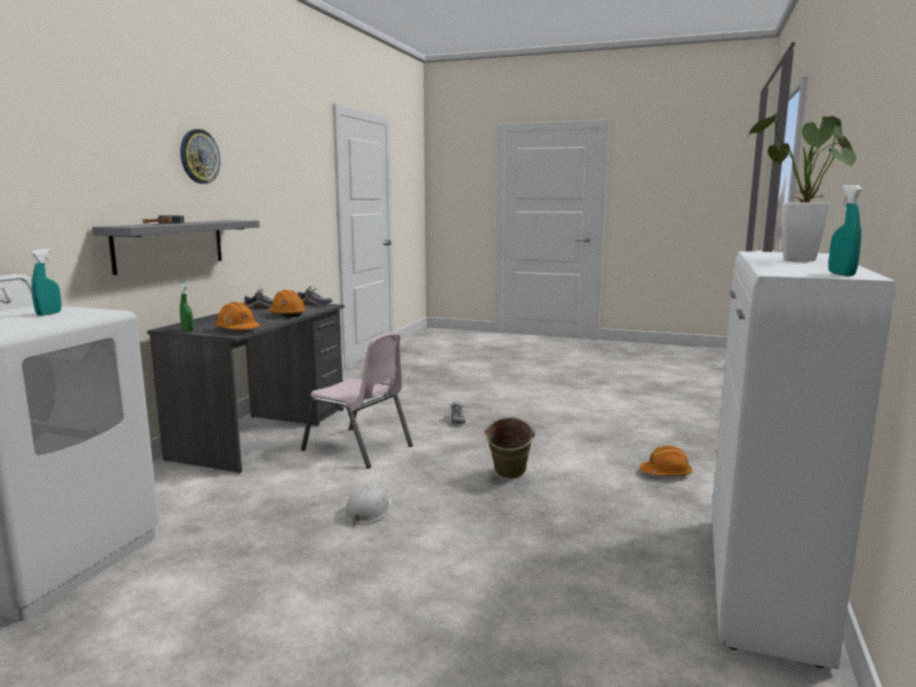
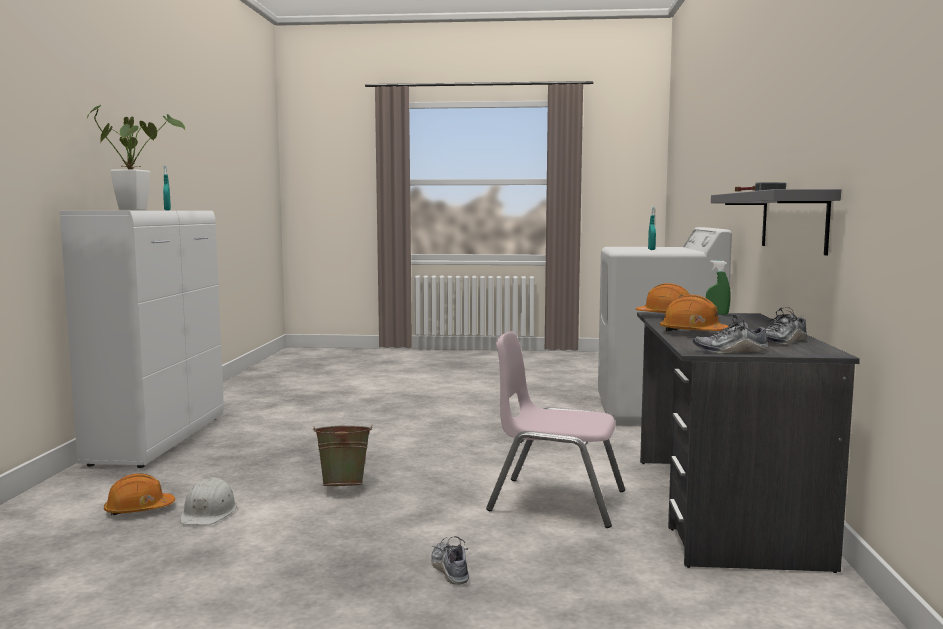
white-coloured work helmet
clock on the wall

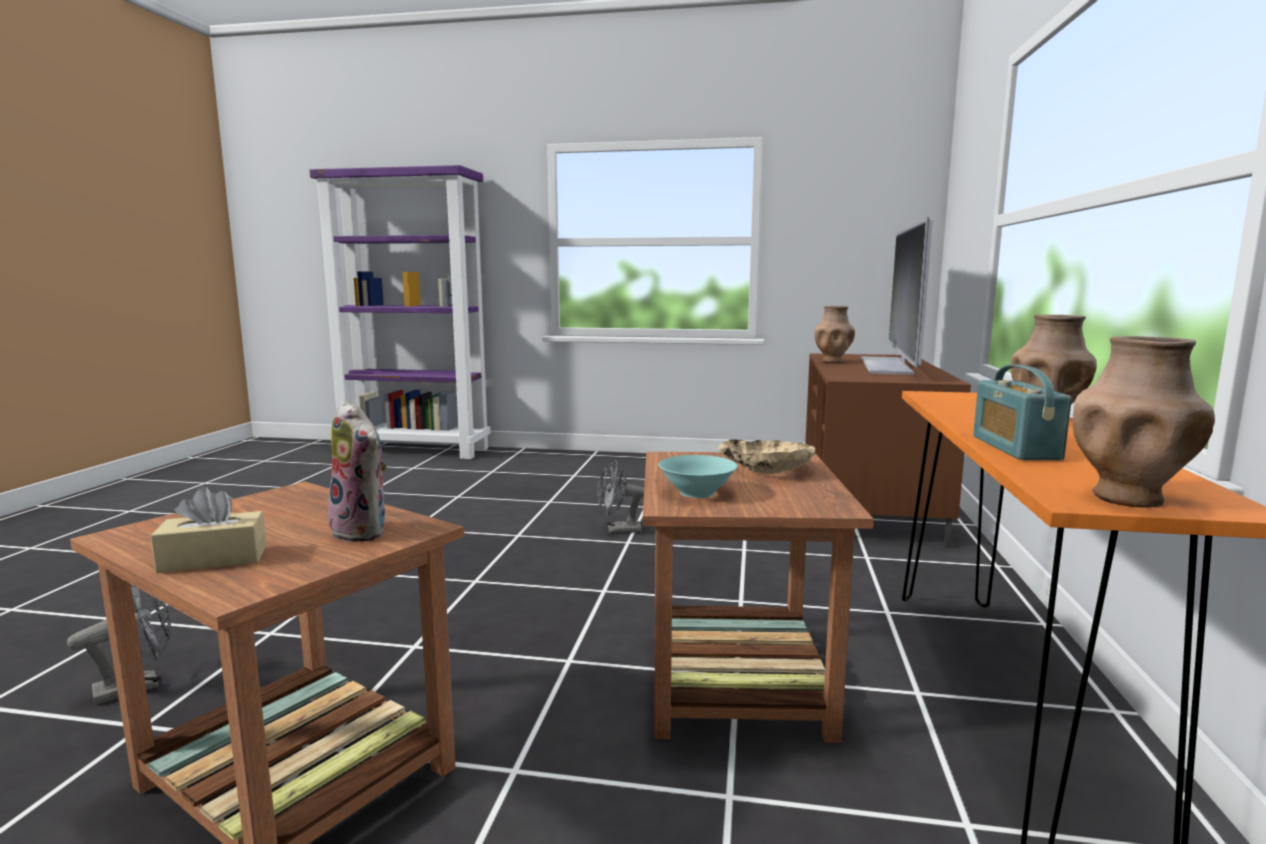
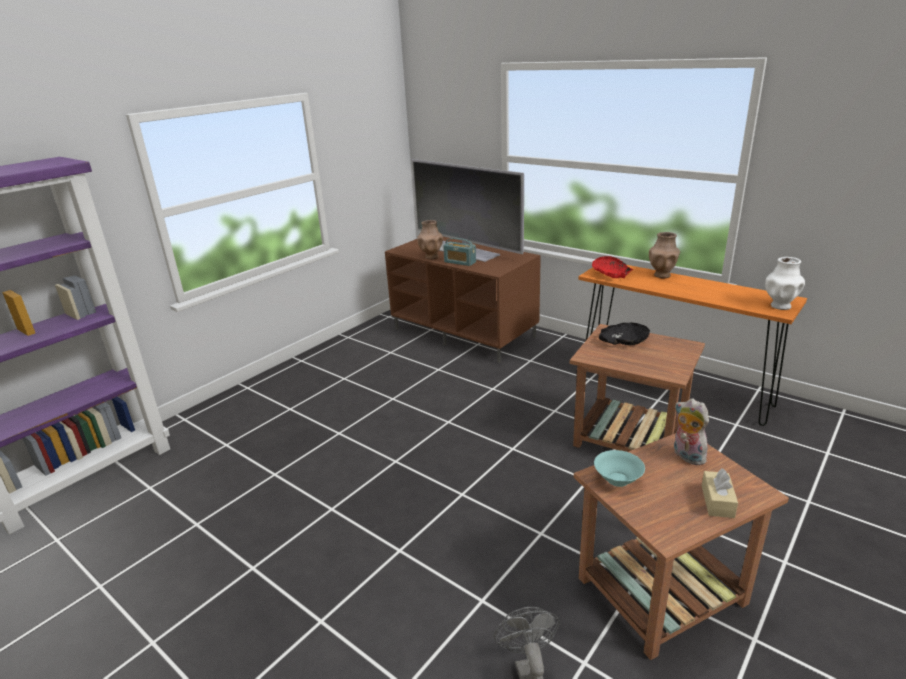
radio receiver
reddish deep dish
turquoise deep dish
black deep dish
cuddly toy
white-coloured flower vase
greyish fan (no. 2 from left in the first image)

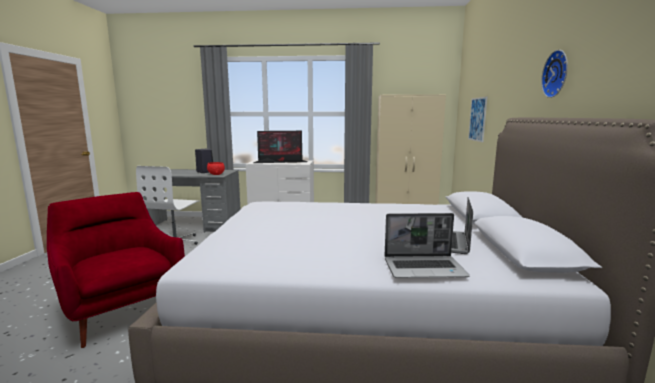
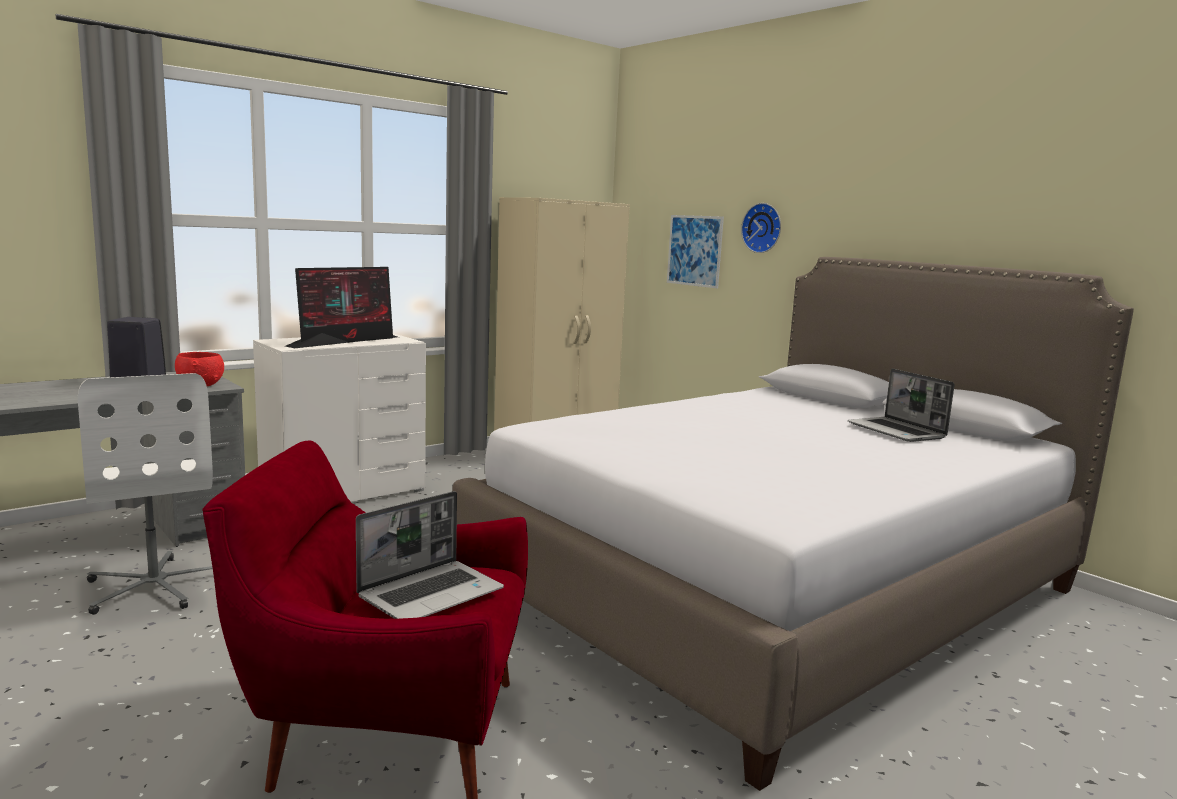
notebook computer (no. 1 from left)
clock on the wall

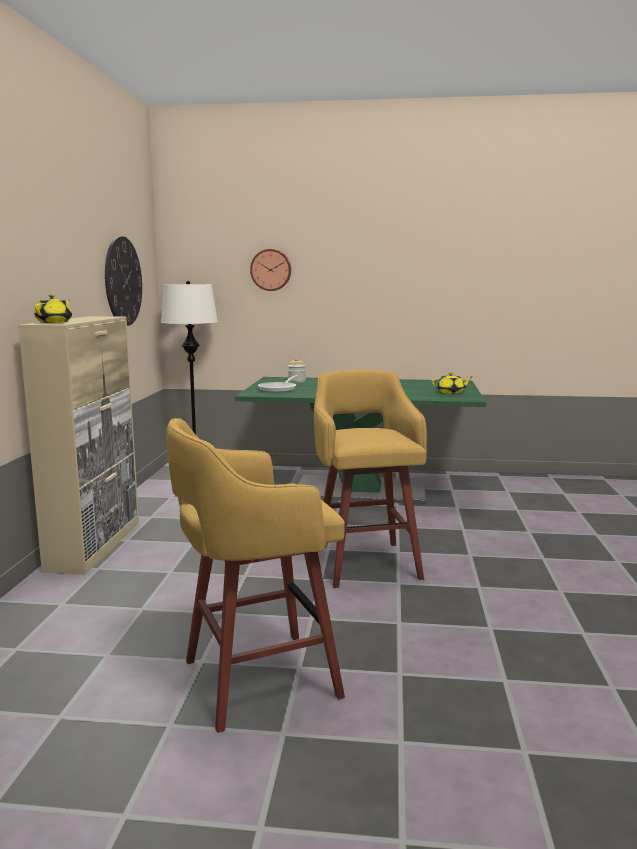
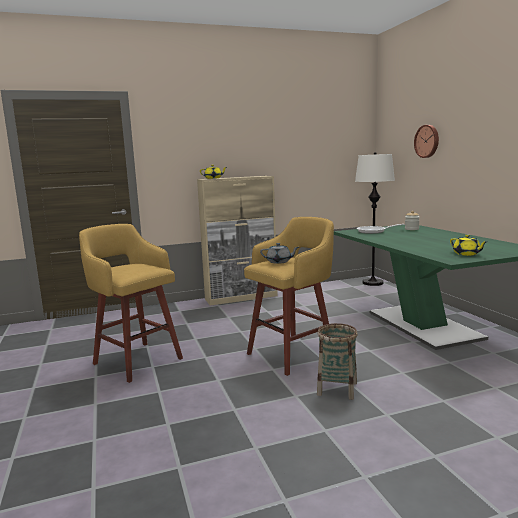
greyish pot for tea
storage basket
clock on the wall (no. 1 from left in the first image)

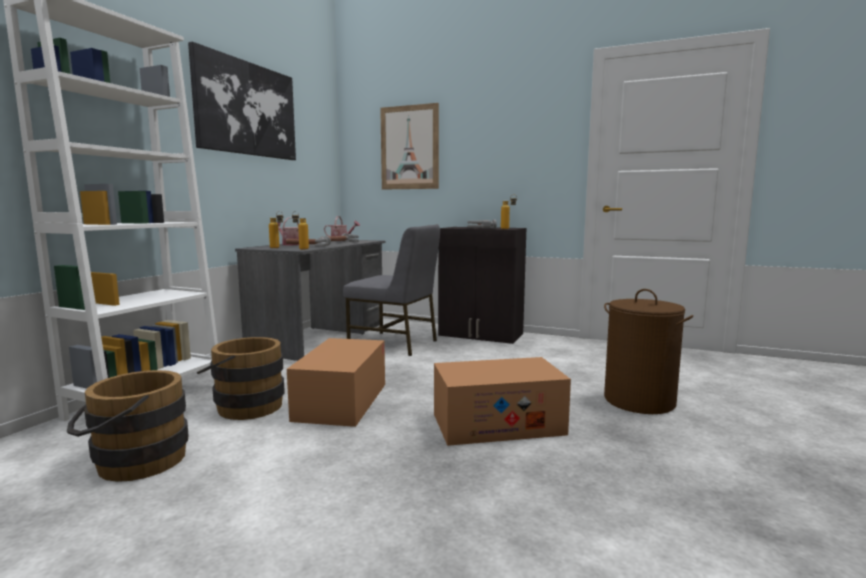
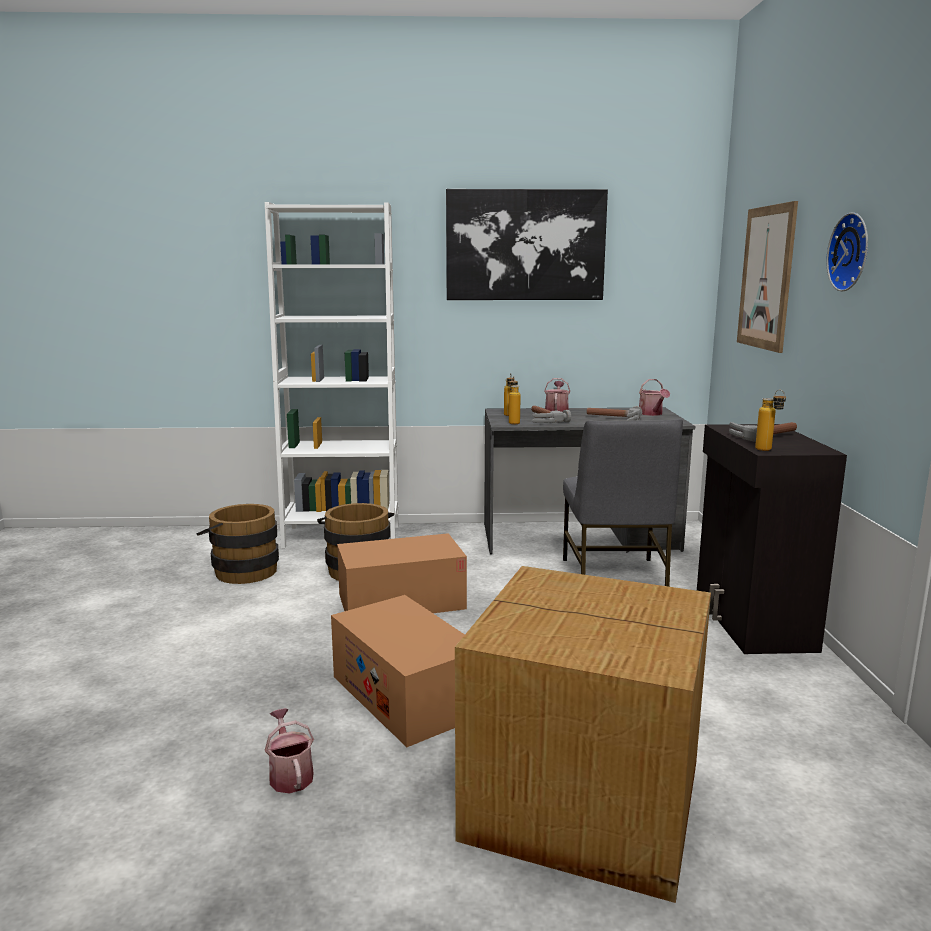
watering pot (no. 1 from left)
carton (no. 3 from left)
clock on the wall

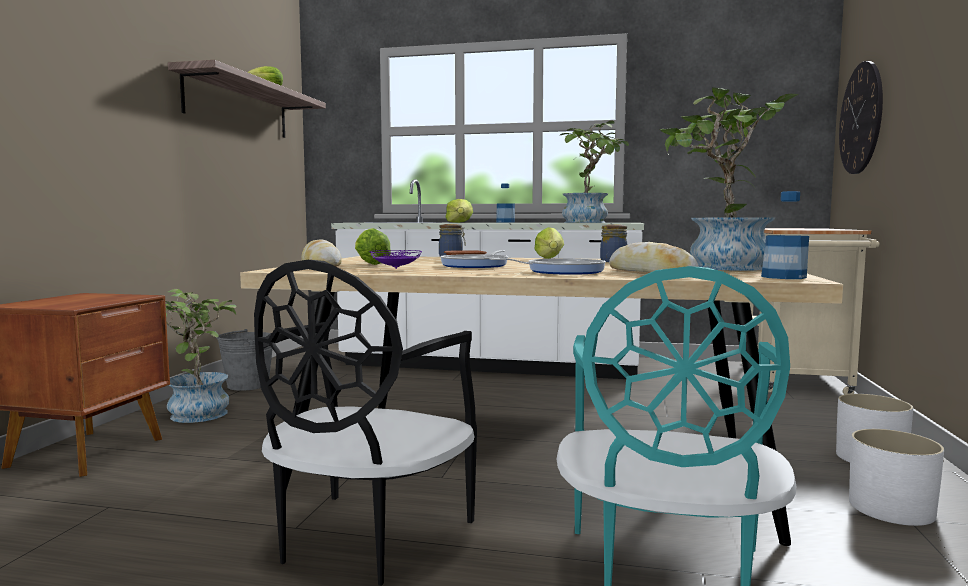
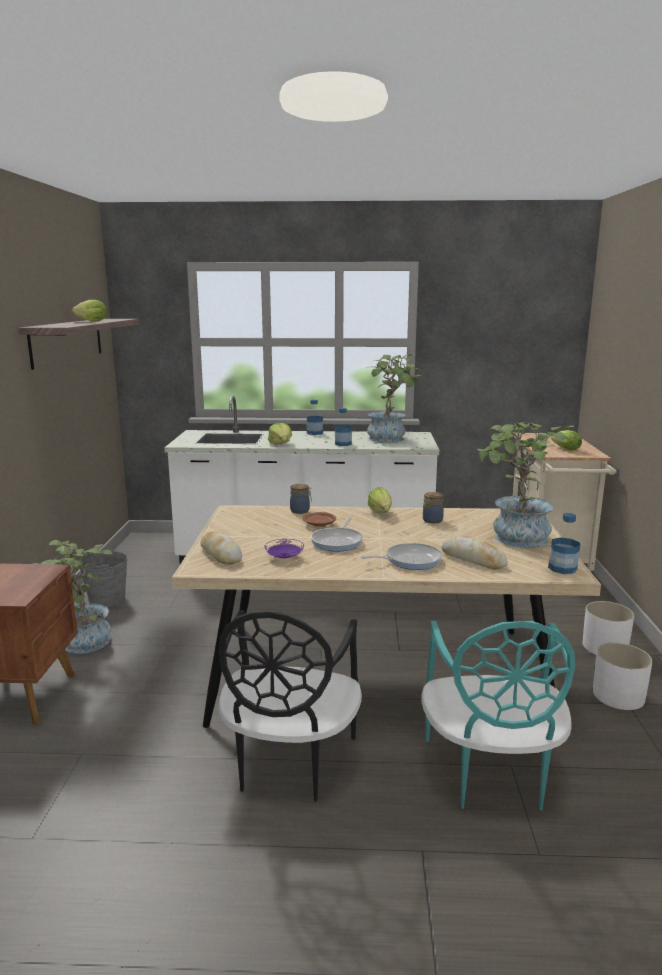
beverage bottle (no. 2 from left)
lettuce head (no. 4 from left)
clock on the wall

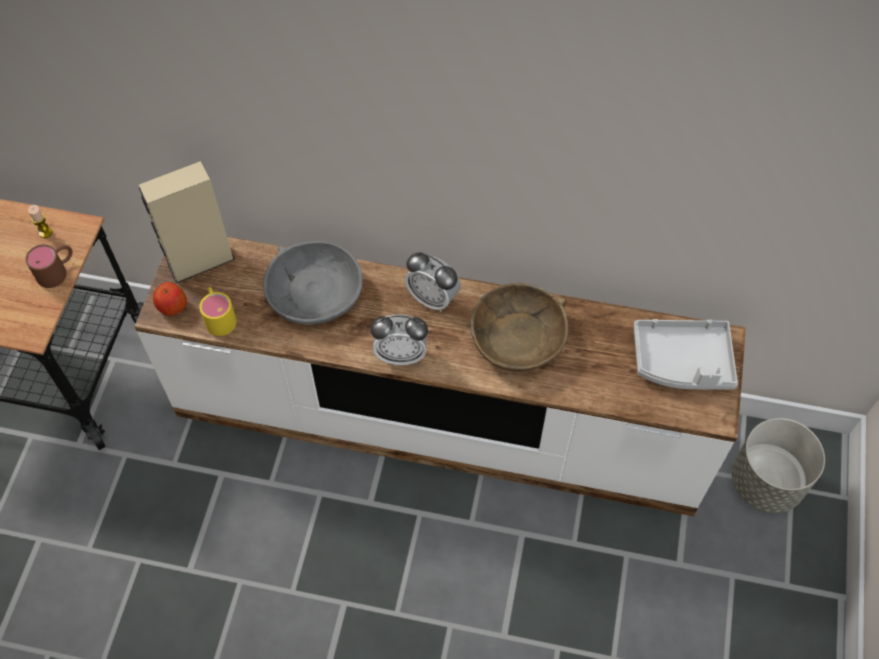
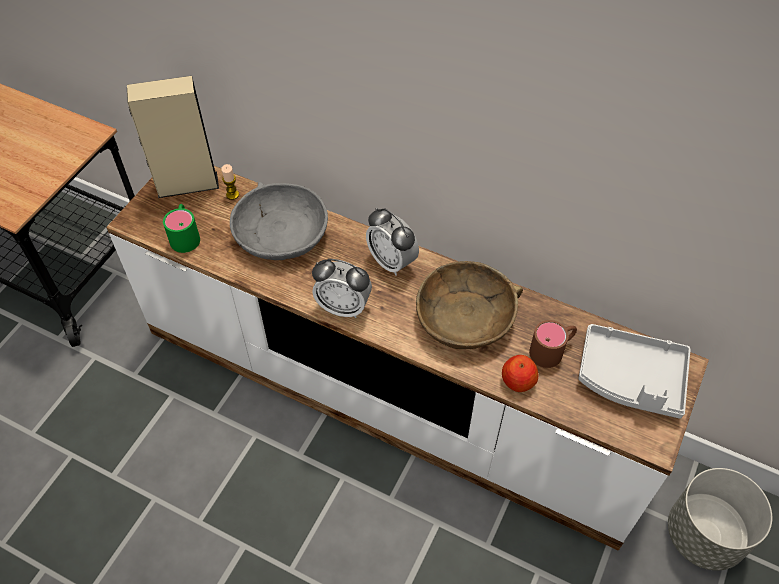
greenish mug
wax candle
apple fruit
brownish mug

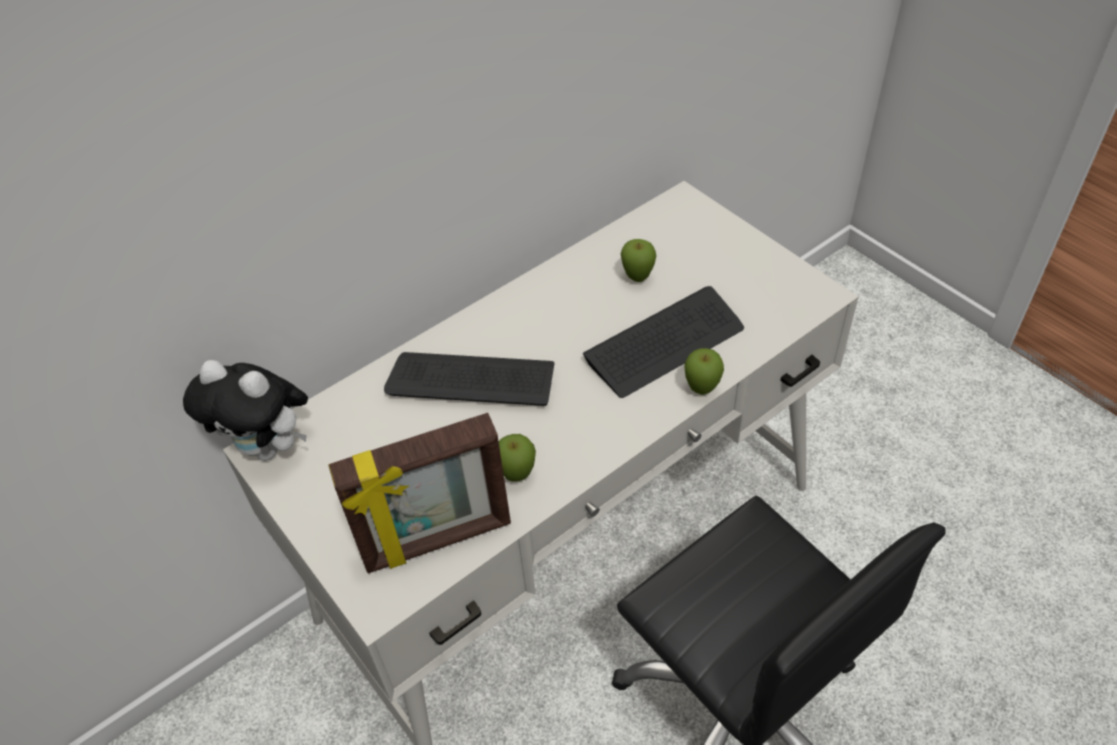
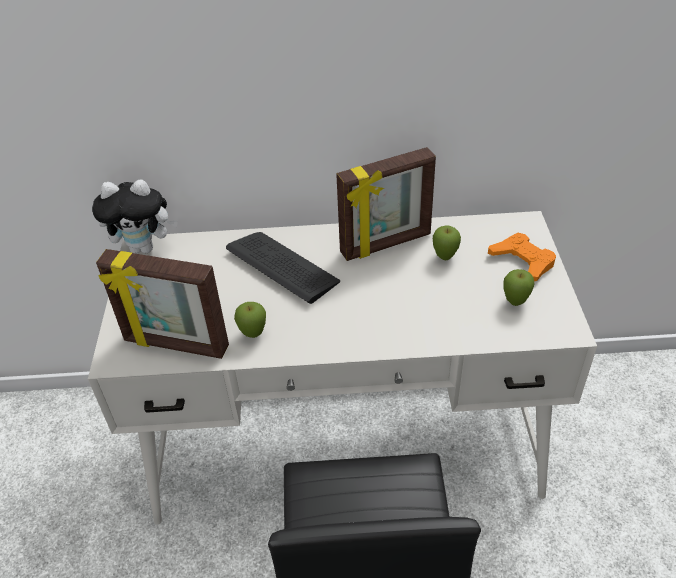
cuddly toy
picture frame (no. 2 from left)
orange-coloured gamepad
apple fruit (no. 3 from left)
keyboard (no. 2 from left in the first image)

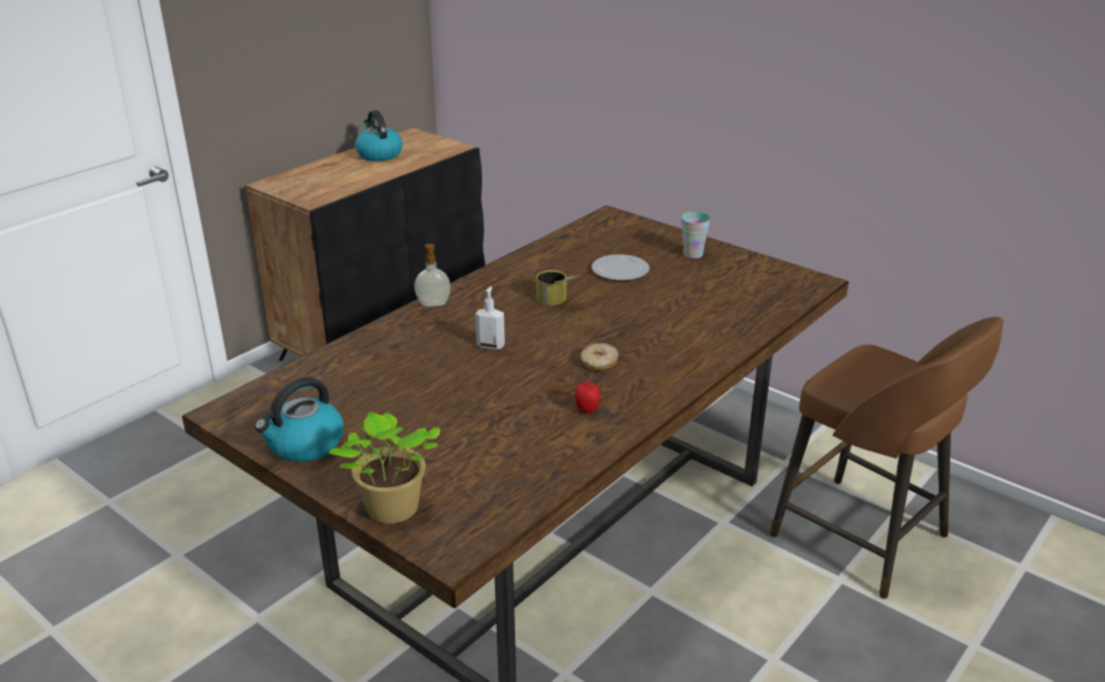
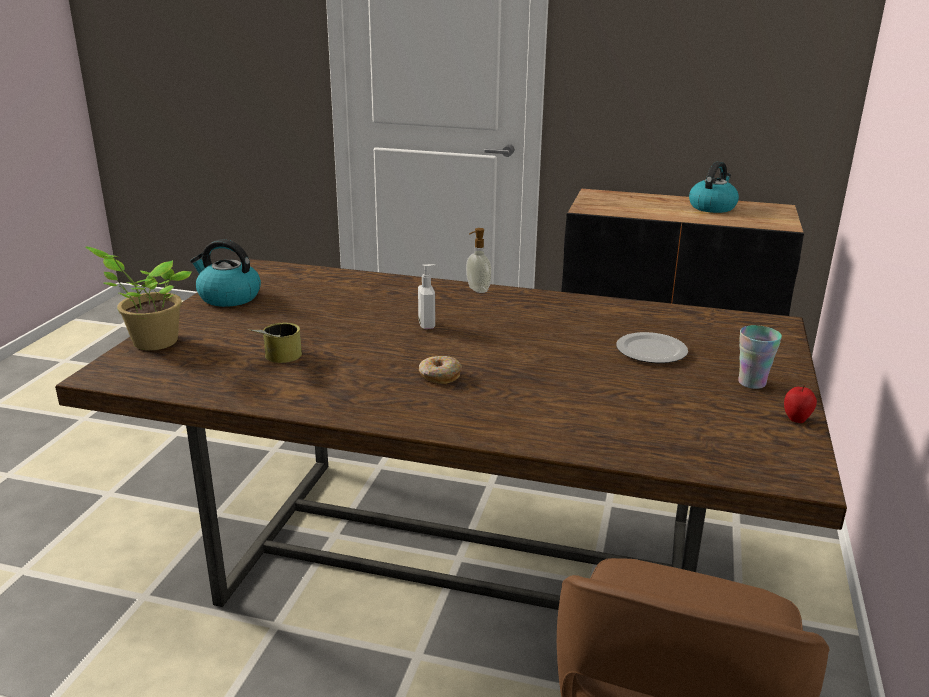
sealed can
apple fruit

